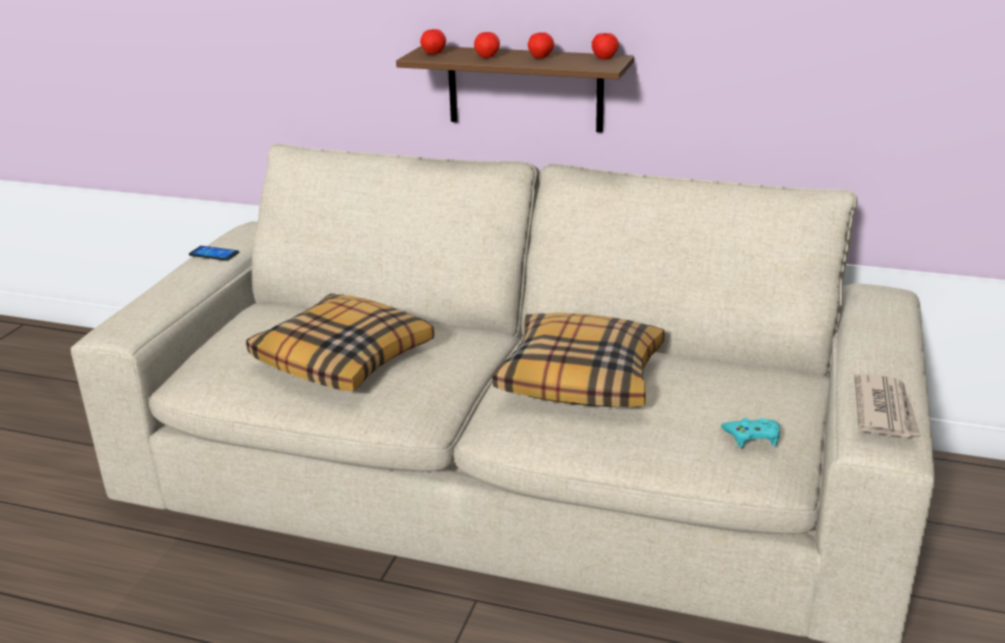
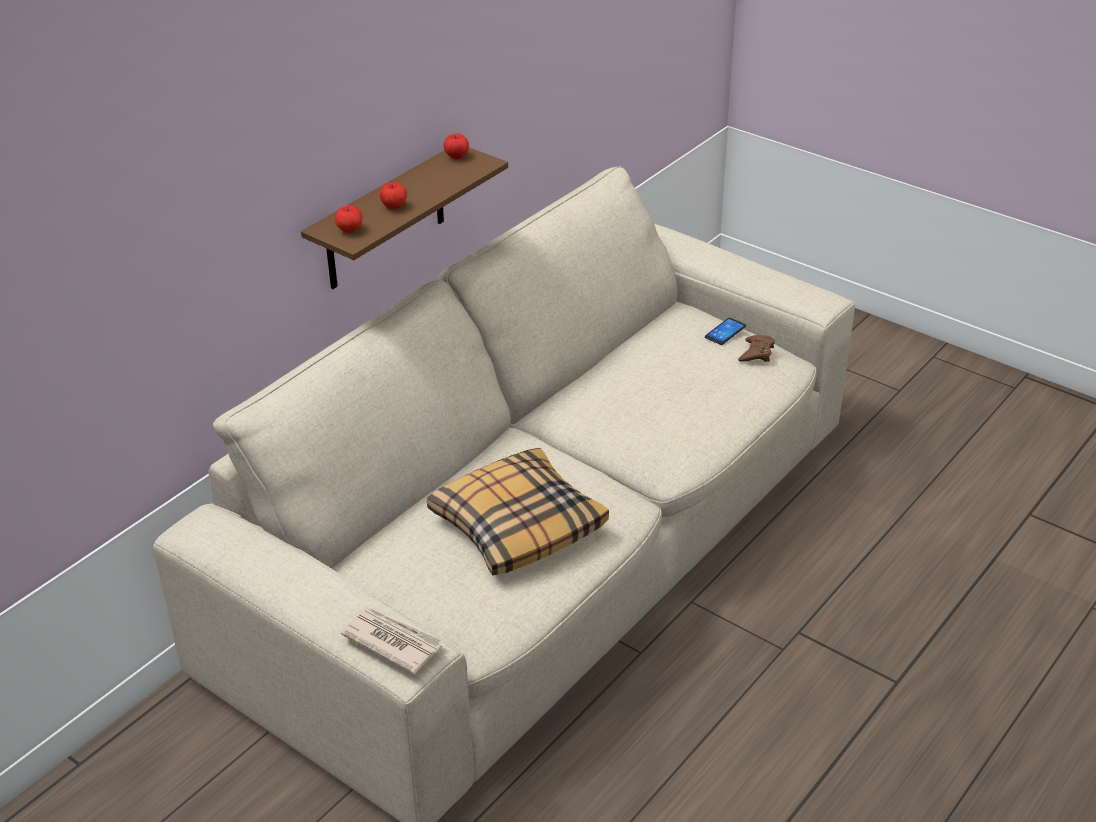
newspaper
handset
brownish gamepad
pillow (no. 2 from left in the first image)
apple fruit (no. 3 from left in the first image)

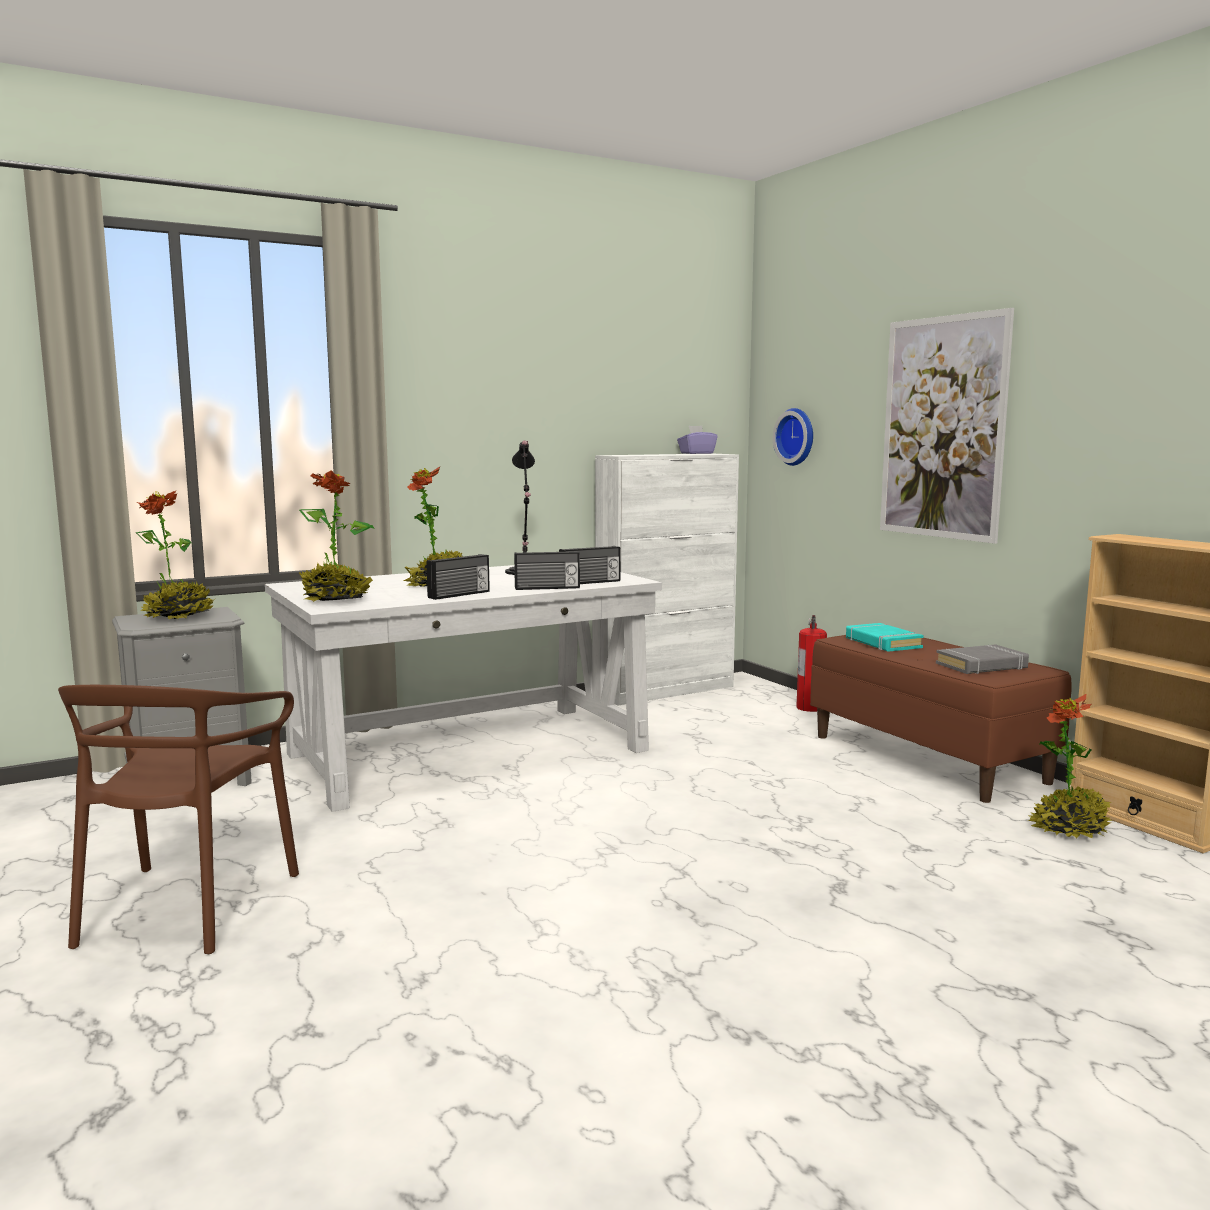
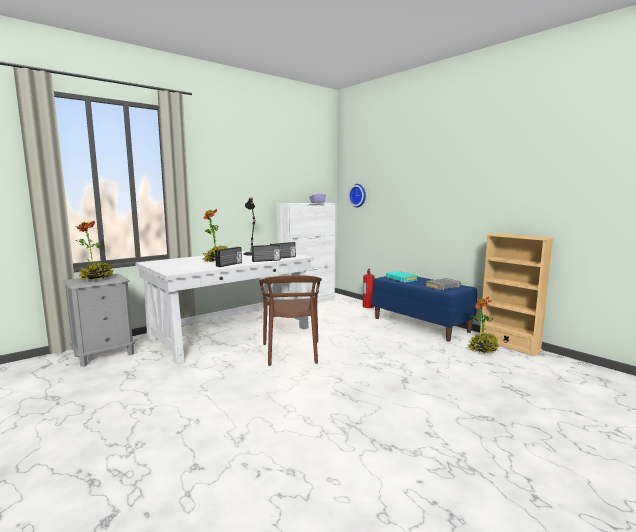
brownish chair
blue long seat
potted plant (no. 2 from left in the first image)
wall art

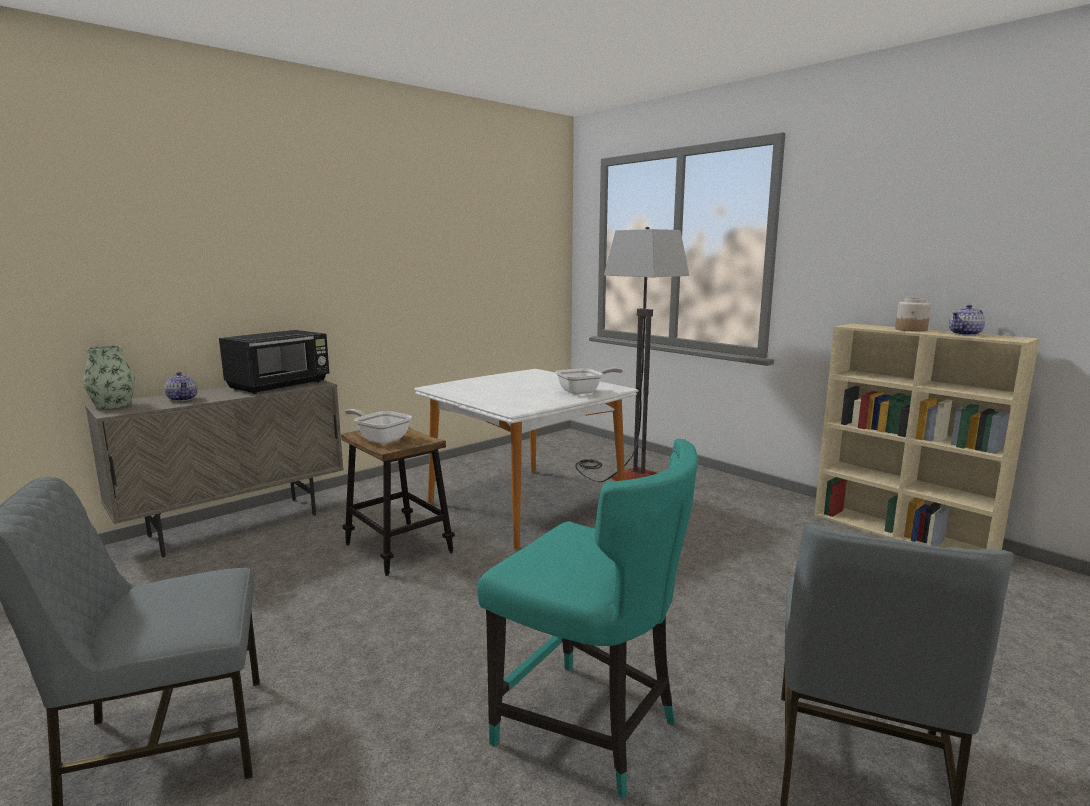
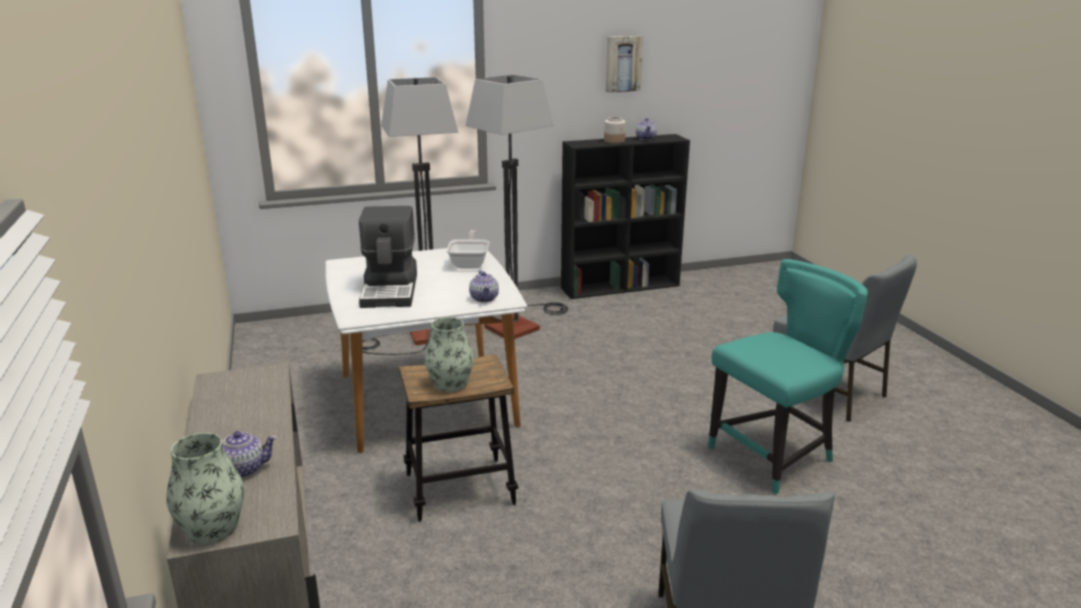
coffee maker
flower vase (no. 2 from left)
floor lamp (no. 2 from left)
pot for tea (no. 2 from left)
black bookcase
wall art
black kitchen microwave

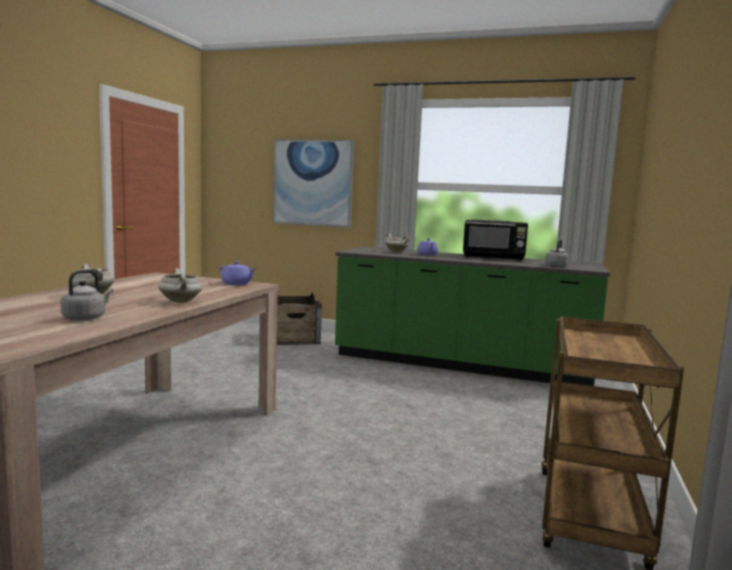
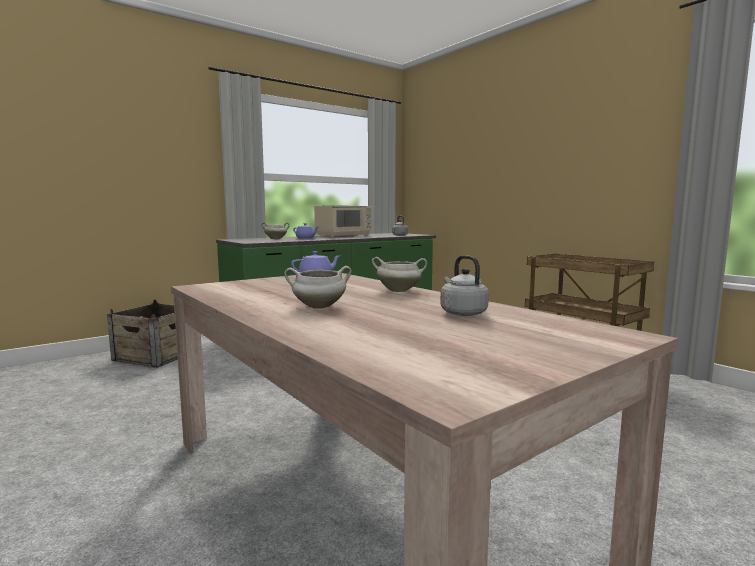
sand-coloured kitchen microwave
wall art

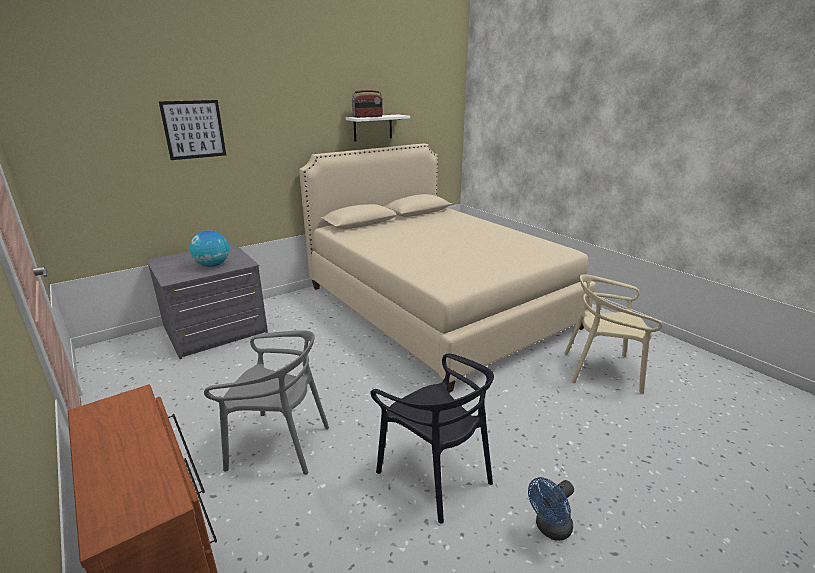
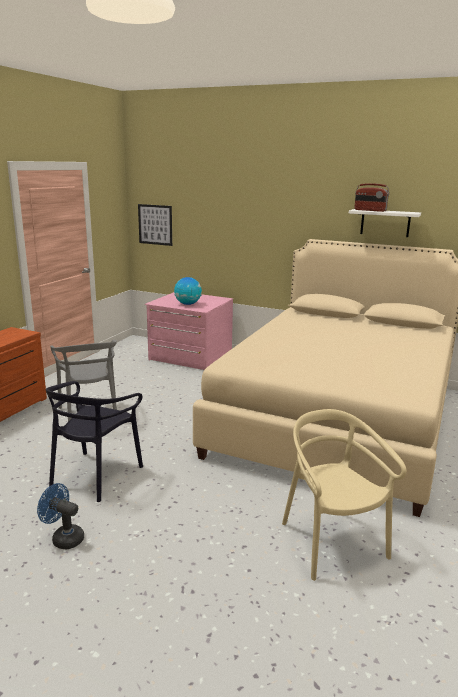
wall art
pink-coloured dresser

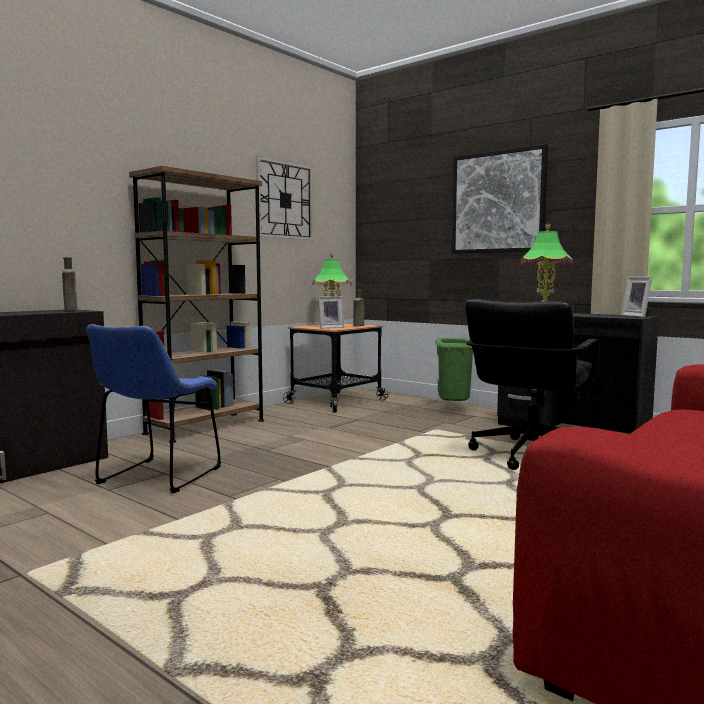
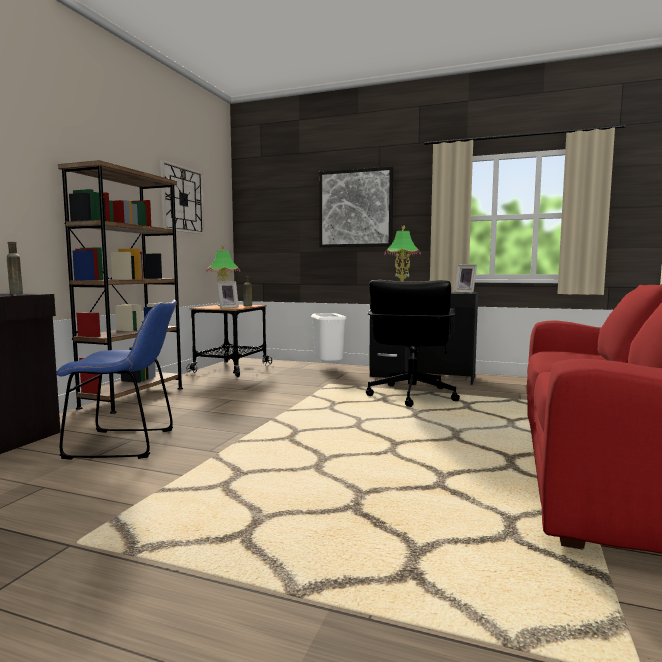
blue chair
white-coloured trash can

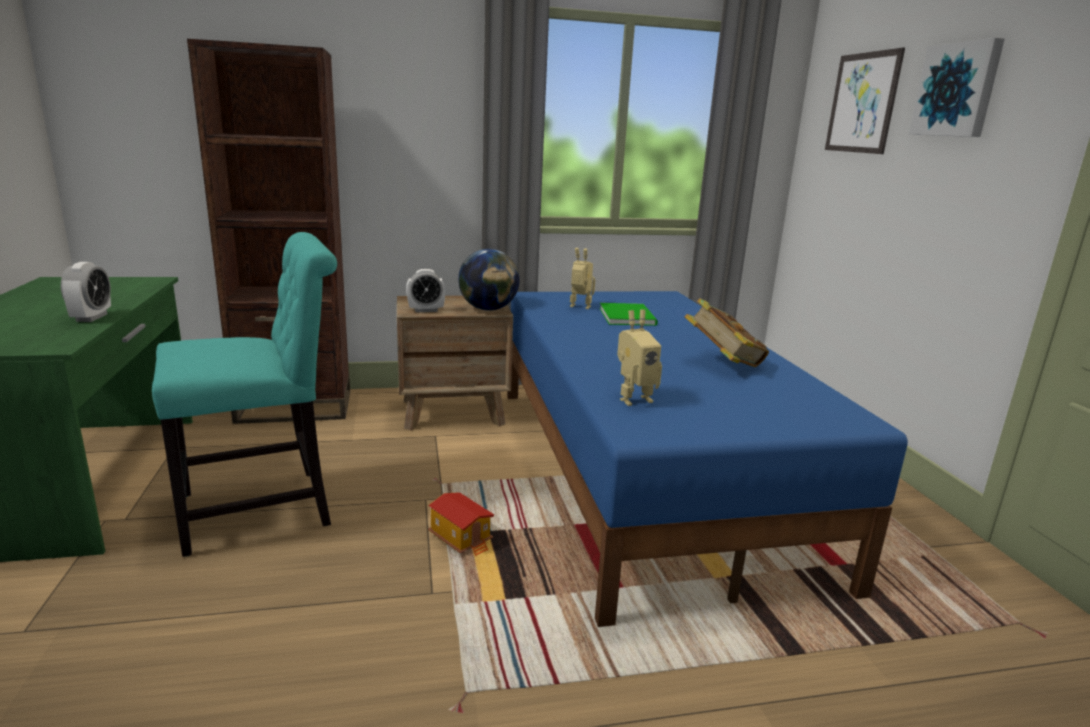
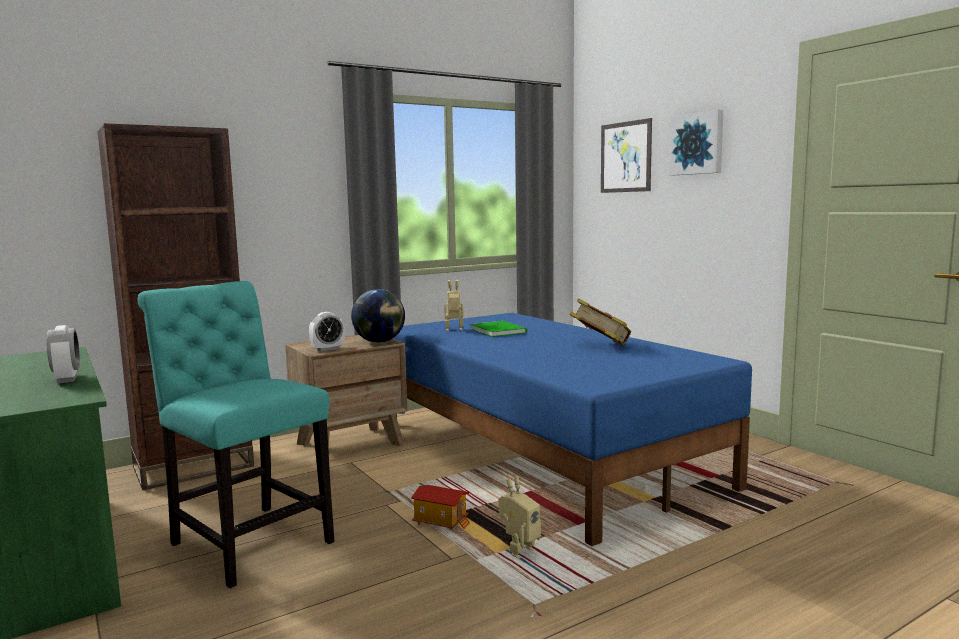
turquoise chair
robot figure (no. 2 from left)

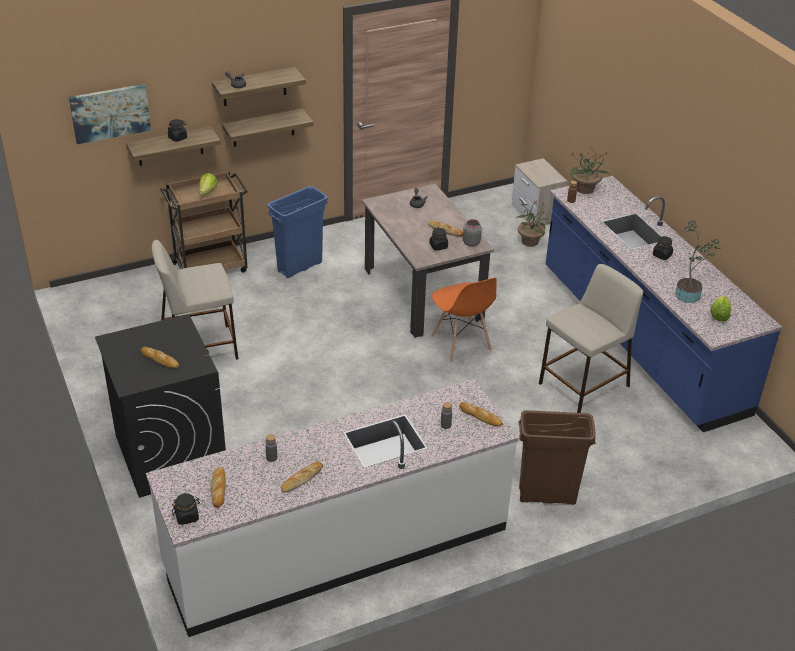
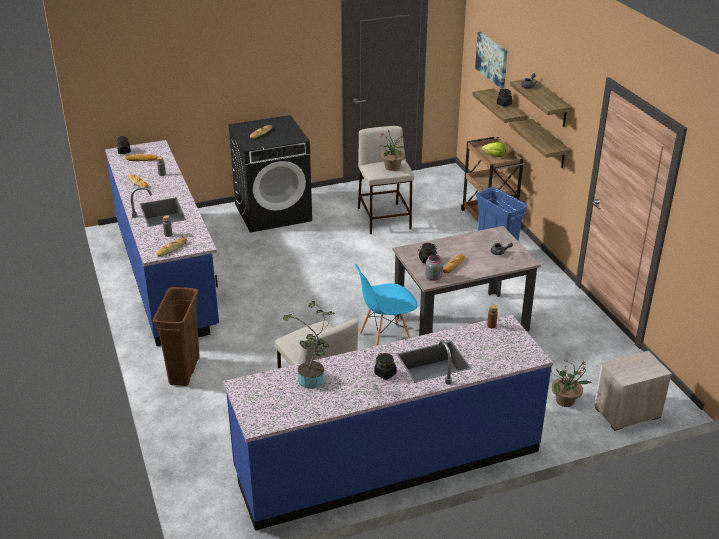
blue counter (no. 1 from left)
blue chair
potted plant (no. 2 from left)
lettuce head (no. 2 from left in the first image)

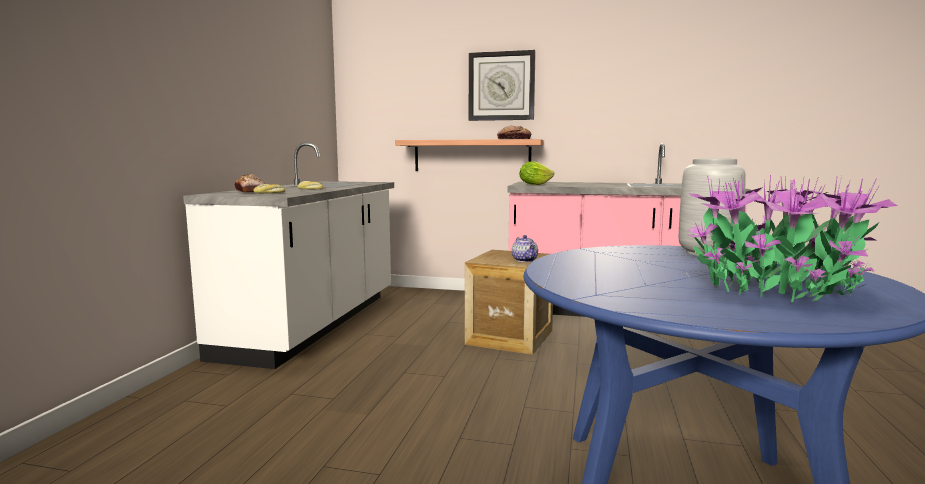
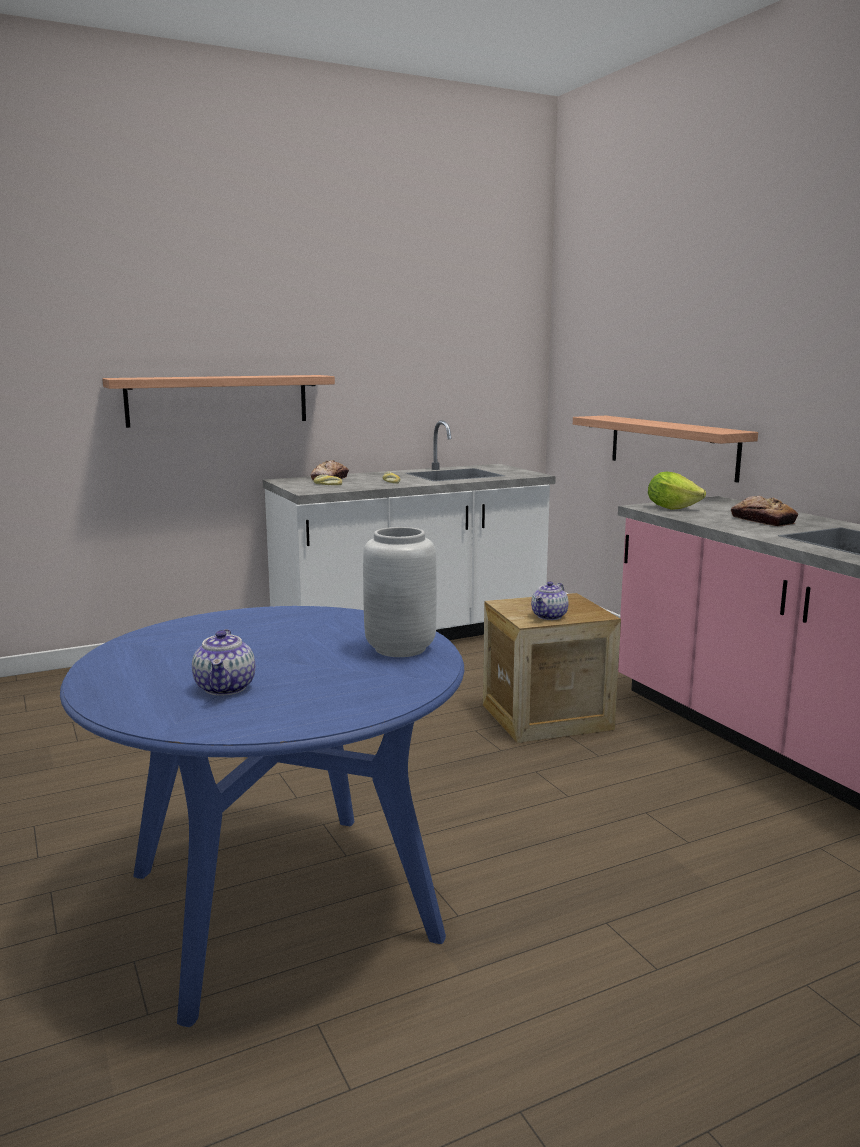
shelf (no. 1 from left)
pot for tea (no. 1 from left)
bakery bread (no. 4 from left)
clock on the wall

